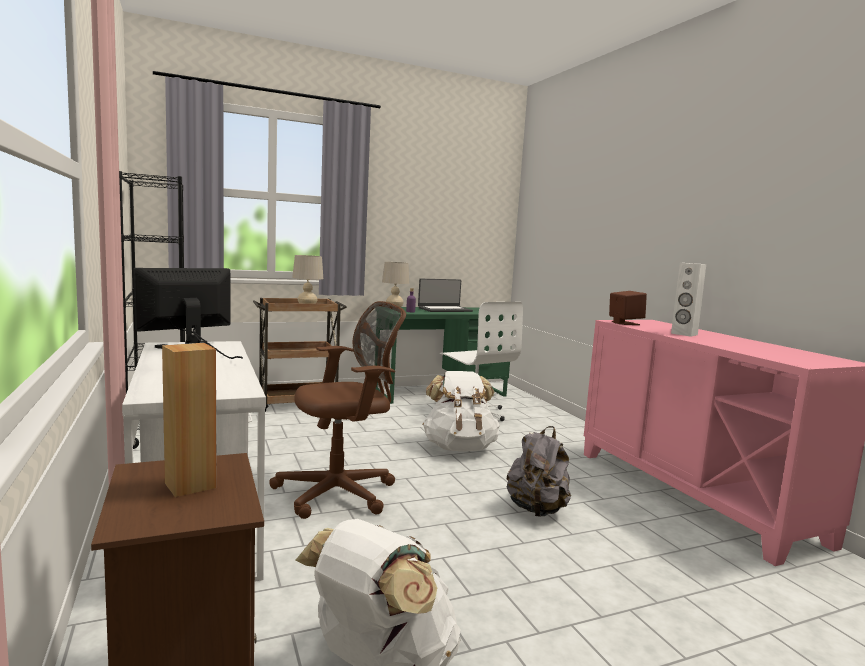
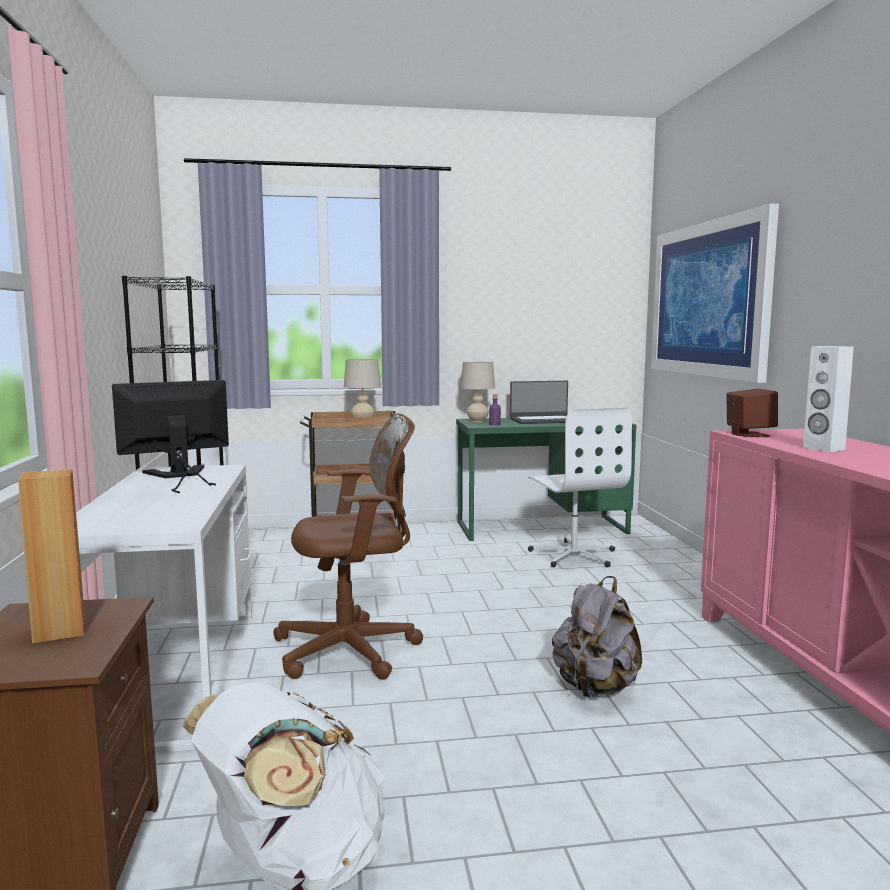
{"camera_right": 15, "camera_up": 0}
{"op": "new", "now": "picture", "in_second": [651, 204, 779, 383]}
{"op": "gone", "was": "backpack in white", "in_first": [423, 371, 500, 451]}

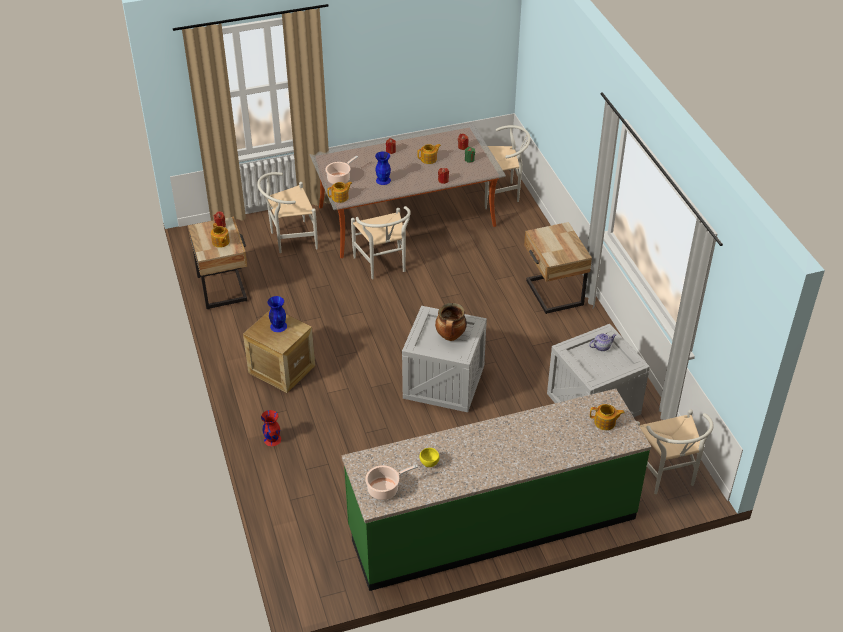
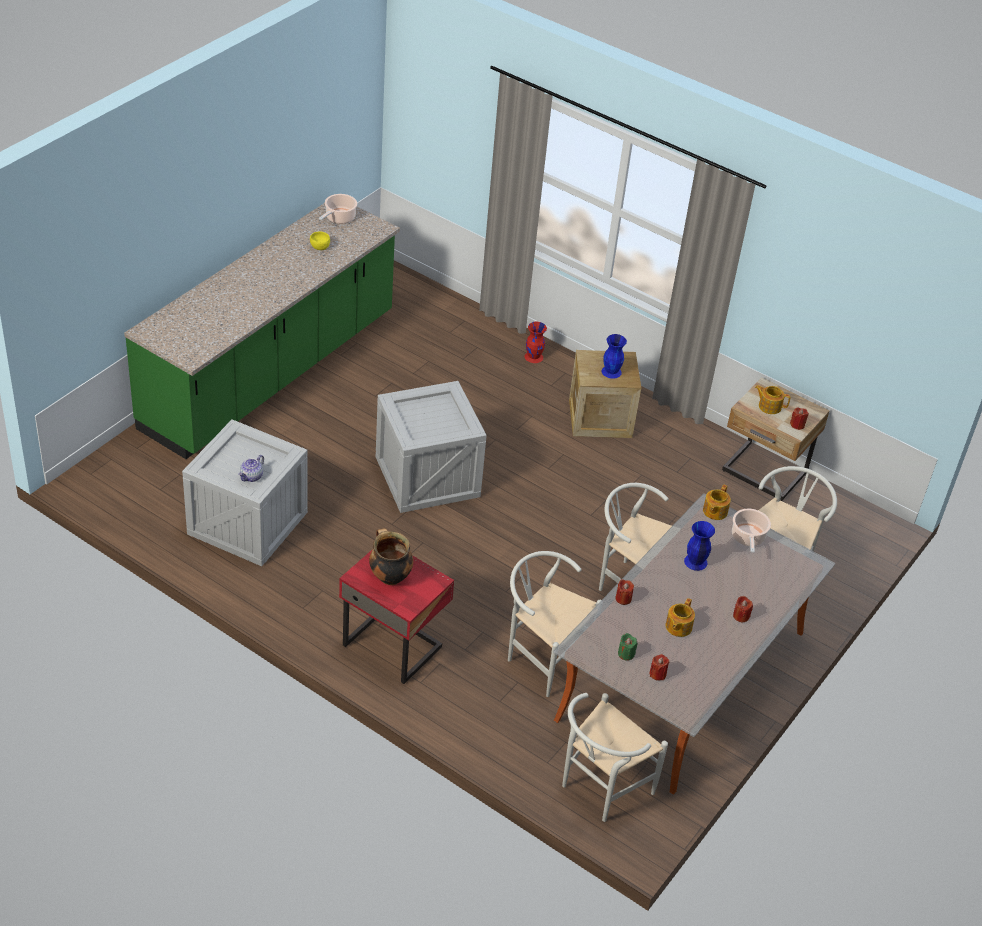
{"camera_right": 140, "camera_up": 0}
{"op": "repainted", "was": "nightstand in beige", "now": "nightstand in red", "in_first": [524, 222, 592, 314], "in_second": [339, 549, 454, 684]}
{"op": "shifted", "was": "cooking pot", "in_first": [435, 303, 467, 341], "in_second": [369, 528, 413, 585]}
{"op": "shifted", "was": "chair in white", "in_first": [636, 410, 714, 494], "in_second": [508, 551, 601, 697]}
{"op": "gone", "was": "teapot", "in_first": [590, 404, 625, 430]}

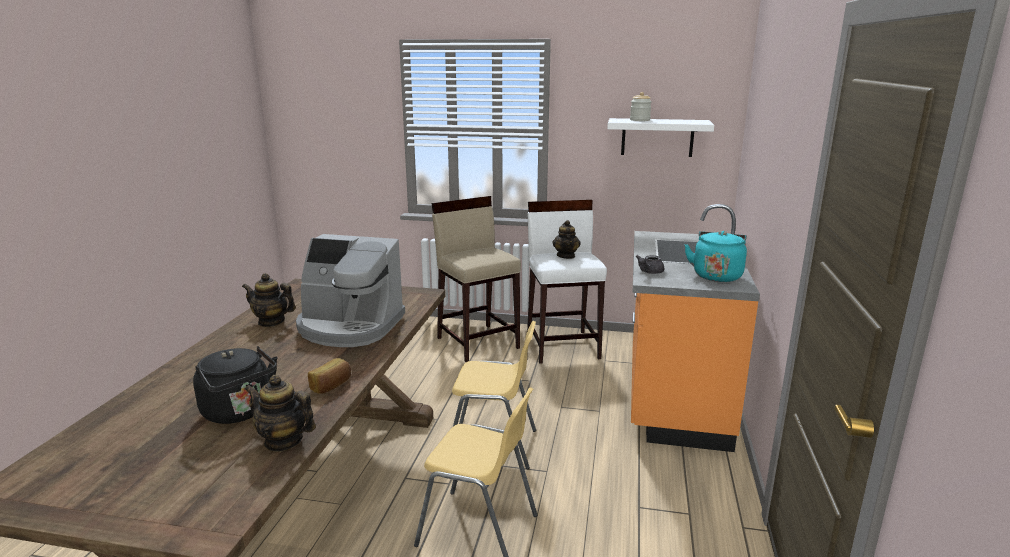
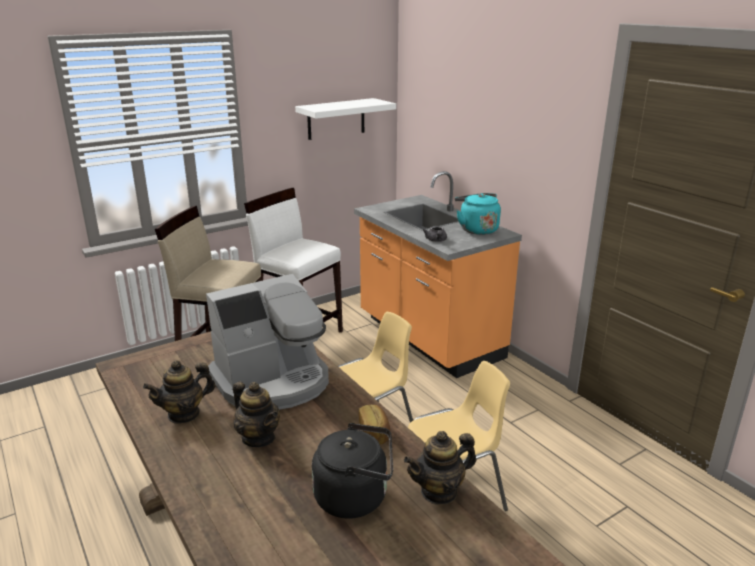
{"camera_right": -45, "camera_up": 5}
{"op": "shifted", "was": "teapot", "in_first": [552, 220, 581, 259], "in_second": [233, 381, 280, 447]}
{"op": "gone", "was": "jar", "in_first": [630, 92, 652, 121]}

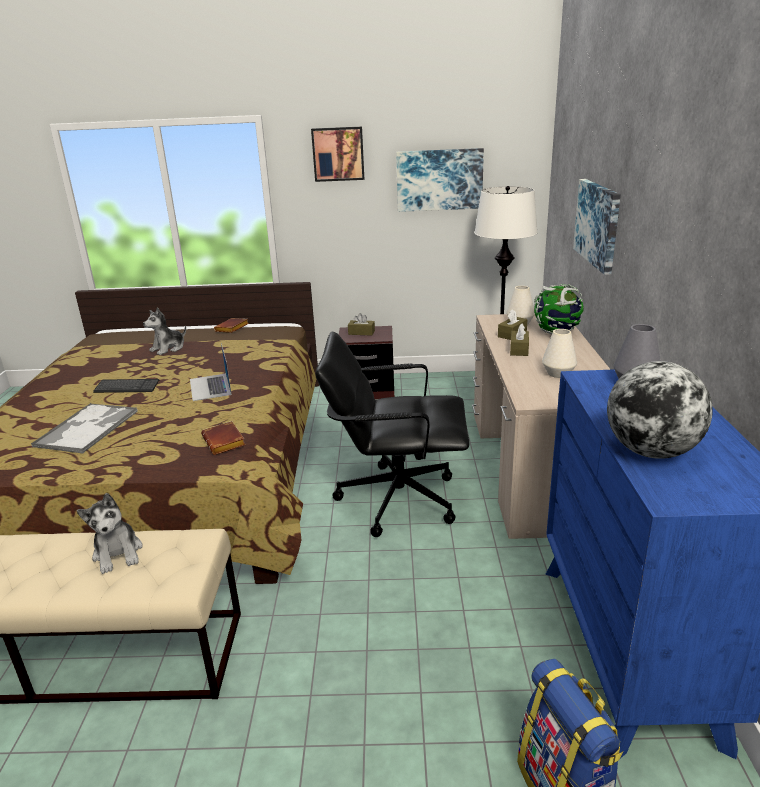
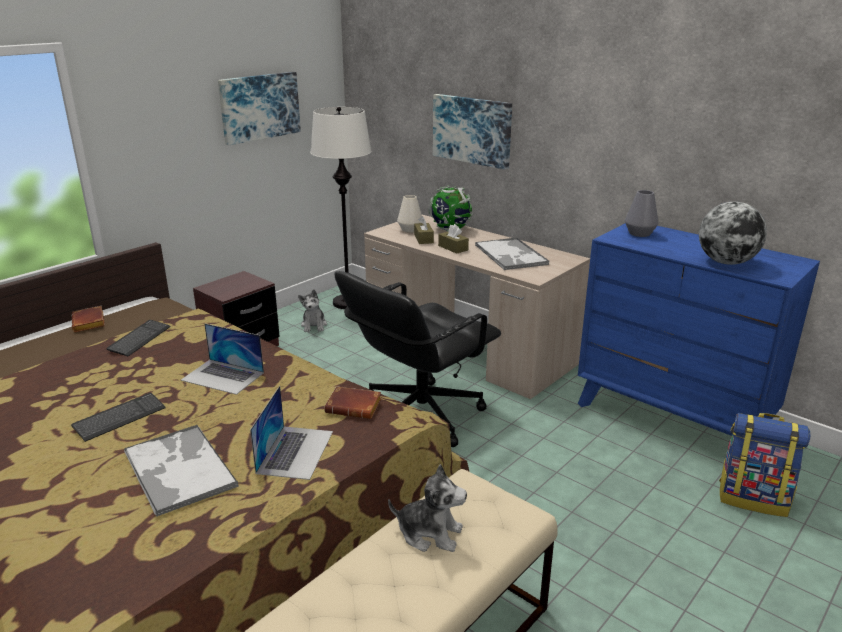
{"camera_right": -50, "camera_up": 0}
{"op": "new", "now": "keyboard", "in_second": [106, 320, 171, 356]}
{"op": "new", "now": "laptop", "in_second": [250, 386, 333, 480]}
{"op": "shifted", "was": "plush toy", "in_first": [143, 307, 186, 355], "in_second": [298, 289, 327, 332]}
{"op": "swapped", "was": "vase in white", "now": "tray", "in_first": [542, 329, 577, 378], "in_second": [475, 237, 549, 270]}
{"op": "gone", "was": "picture", "in_first": [311, 126, 364, 182]}
{"op": "gone", "was": "tissue box in brown", "in_first": [348, 313, 375, 336]}

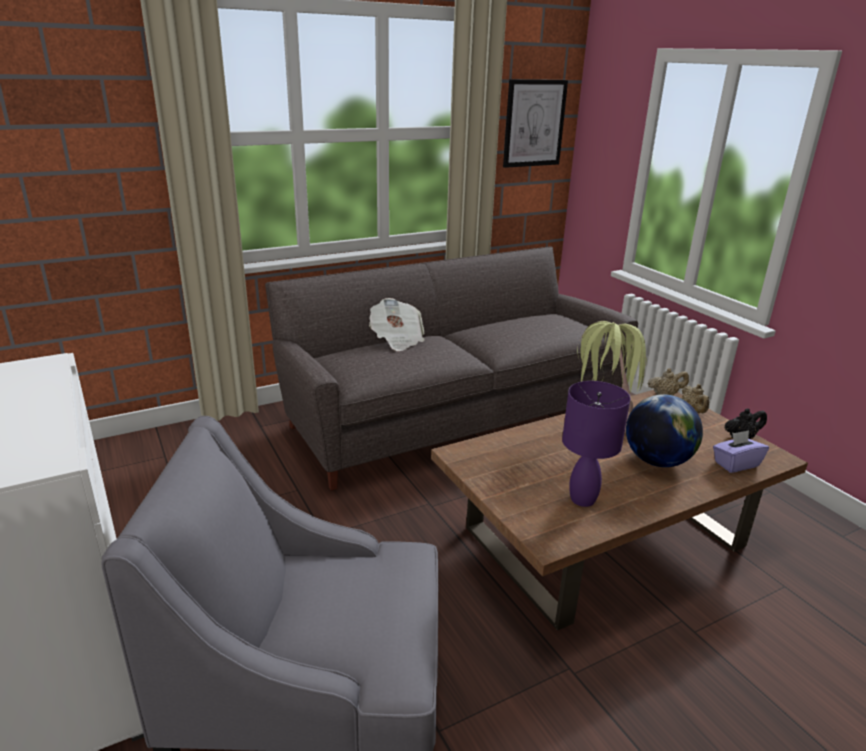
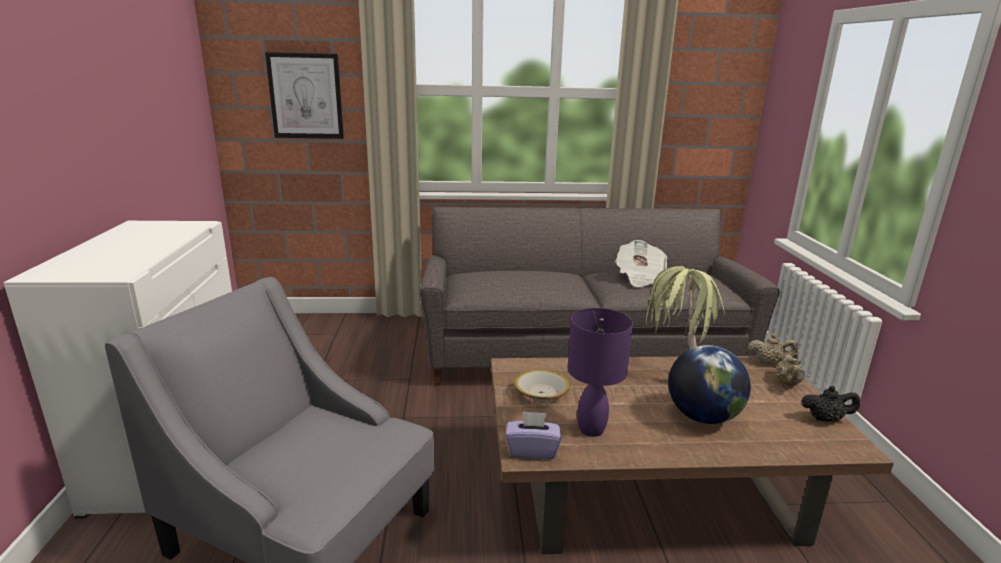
{"camera_right": 25, "camera_up": -5}
{"op": "shifted", "was": "picture", "in_first": [503, 79, 568, 168], "in_second": [265, 52, 344, 139]}
{"op": "shifted", "was": "tissue box in purple", "in_first": [713, 430, 769, 473], "in_second": [506, 411, 561, 460]}
{"op": "new", "now": "bowl", "in_second": [515, 369, 570, 401]}
{"op": "shifted", "was": "newspaper", "in_first": [369, 298, 425, 351], "in_second": [615, 240, 667, 287]}

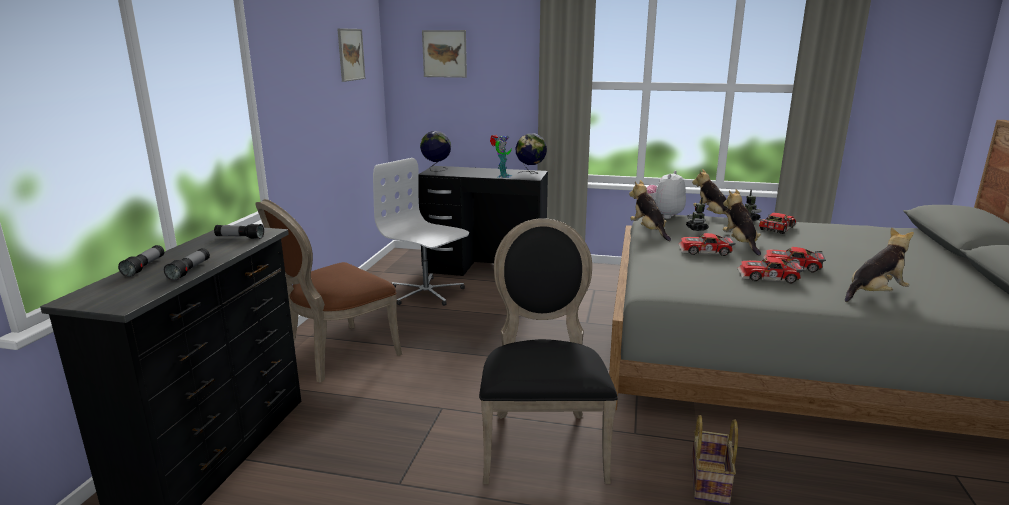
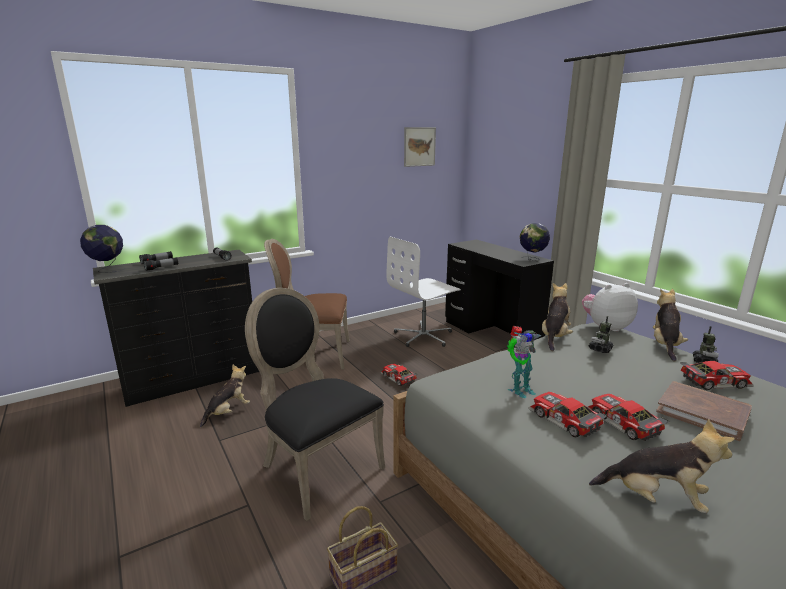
{"camera_right": 45, "camera_up": 0}
{"op": "shifted", "was": "globe", "in_first": [420, 131, 451, 171], "in_second": [80, 225, 125, 273]}
{"op": "shifted", "was": "plush toy", "in_first": [723, 189, 761, 256], "in_second": [200, 364, 250, 427]}
{"op": "rotated", "was": "chair in black", "in_first": [479, 218, 618, 484], "in_second": [245, 288, 385, 521], "clockwise": -90}
{"op": "shifted", "was": "toy car", "in_first": [678, 233, 736, 256], "in_second": [380, 364, 418, 386]}
{"op": "rotated", "was": "office chair in white", "in_first": [373, 158, 469, 306], "in_second": [387, 237, 461, 347], "clockwise": -120}
{"op": "shifted", "was": "toy robot", "in_first": [490, 135, 512, 178], "in_second": [507, 326, 541, 398]}
{"op": "new", "now": "book in brown", "in_second": [656, 381, 752, 441]}
{"op": "gone", "was": "picture", "in_first": [422, 30, 467, 78]}

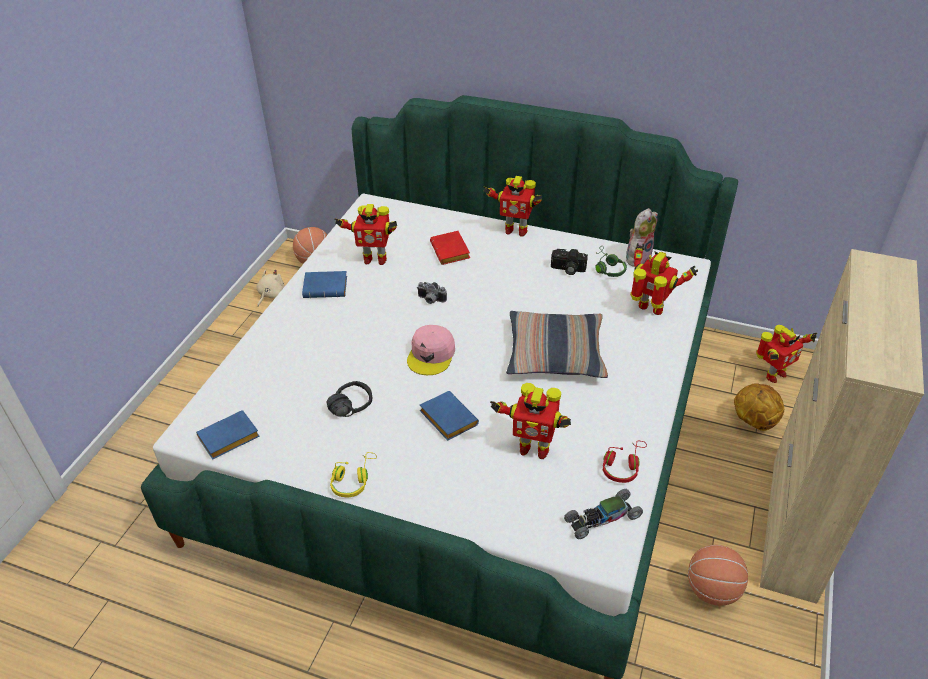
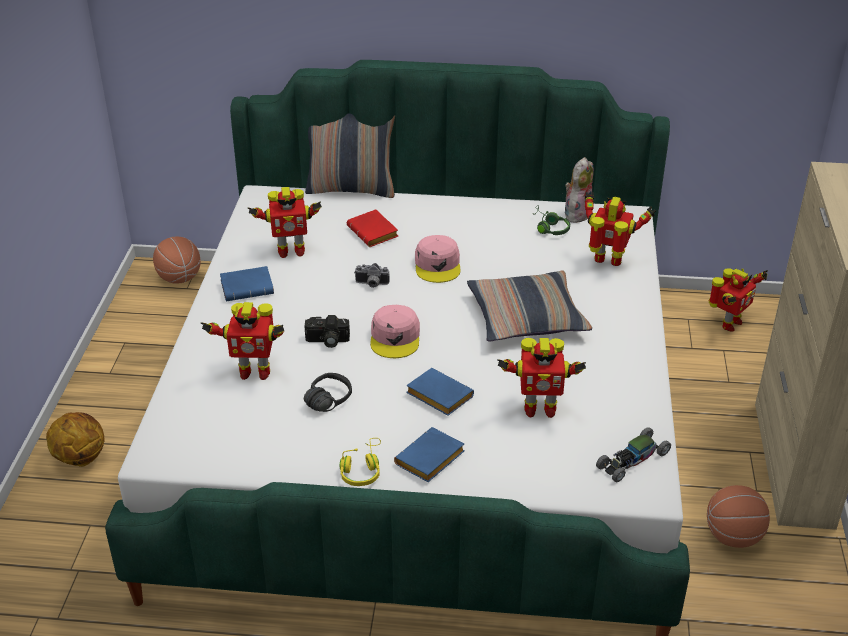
{"camera_right": -15, "camera_up": -5}
{"op": "shifted", "was": "basketball", "in_first": [734, 383, 784, 431], "in_second": [46, 412, 105, 467]}
{"op": "shifted", "was": "toy robot", "in_first": [483, 176, 542, 237], "in_second": [201, 302, 284, 380]}
{"op": "shifted", "was": "photo camera", "in_first": [551, 249, 588, 275], "in_second": [304, 315, 350, 348]}
{"op": "new", "now": "pillow", "in_second": [305, 114, 395, 198]}
{"op": "shifted", "was": "book in blue", "in_first": [196, 410, 260, 460], "in_second": [394, 427, 465, 482]}
{"op": "new", "now": "cap in pink", "in_second": [415, 235, 461, 283]}
{"op": "gone", "was": "plush toy in beige", "in_first": [257, 269, 285, 307]}
{"op": "gone", "was": "headphones in red", "in_first": [603, 440, 647, 483]}

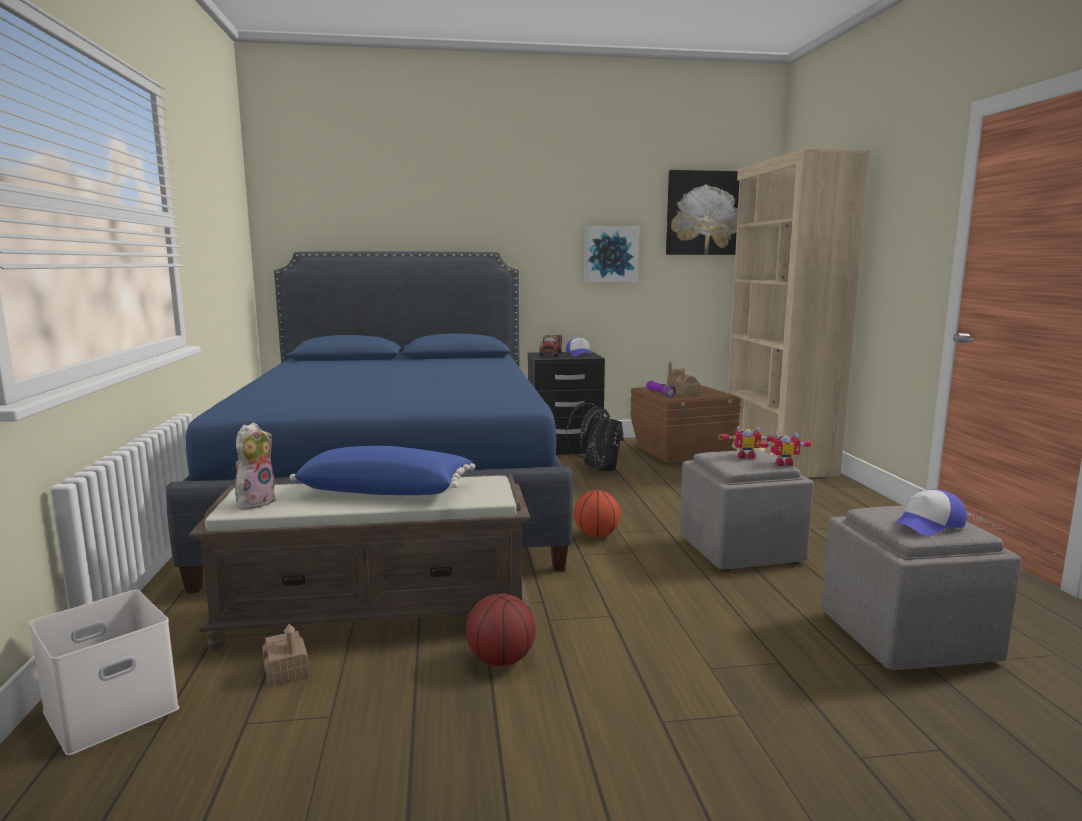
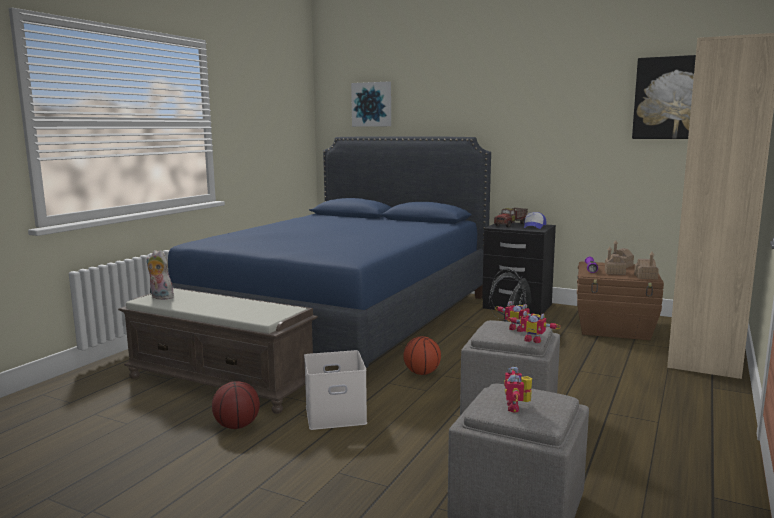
{"camera_right": 35, "camera_up": 0}
{"op": "rotated", "was": "plush toy", "in_first": [235, 422, 276, 510], "in_second": [146, 250, 177, 300], "clockwise": -120}
{"op": "shifted", "was": "storage box in white", "in_first": [29, 590, 179, 756], "in_second": [304, 350, 367, 430]}
{"op": "shifted", "was": "picture", "in_first": [584, 226, 639, 282], "in_second": [351, 82, 391, 127]}
{"op": "swapped", "was": "cap", "now": "toy robot", "in_first": [892, 489, 967, 536], "in_second": [504, 367, 532, 413]}
{"op": "shifted", "was": "toy house", "in_first": [262, 624, 310, 686], "in_second": [634, 252, 659, 279]}
{"op": "gone", "was": "pillow in blue", "in_first": [290, 446, 475, 495]}

